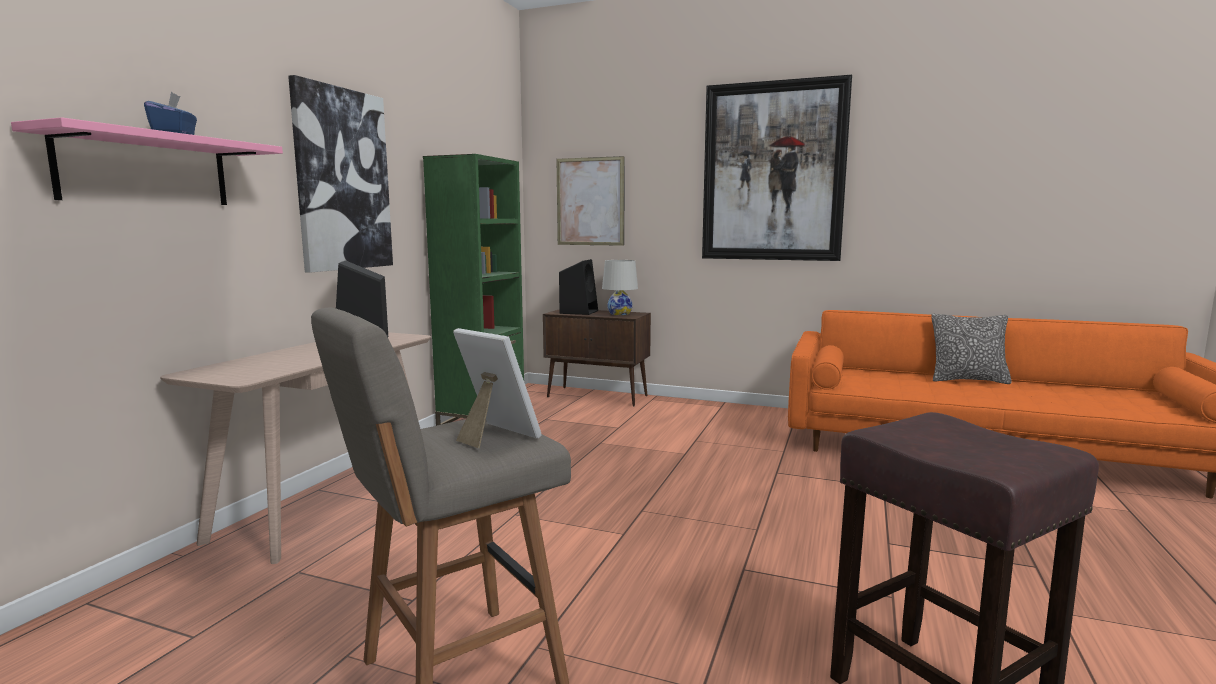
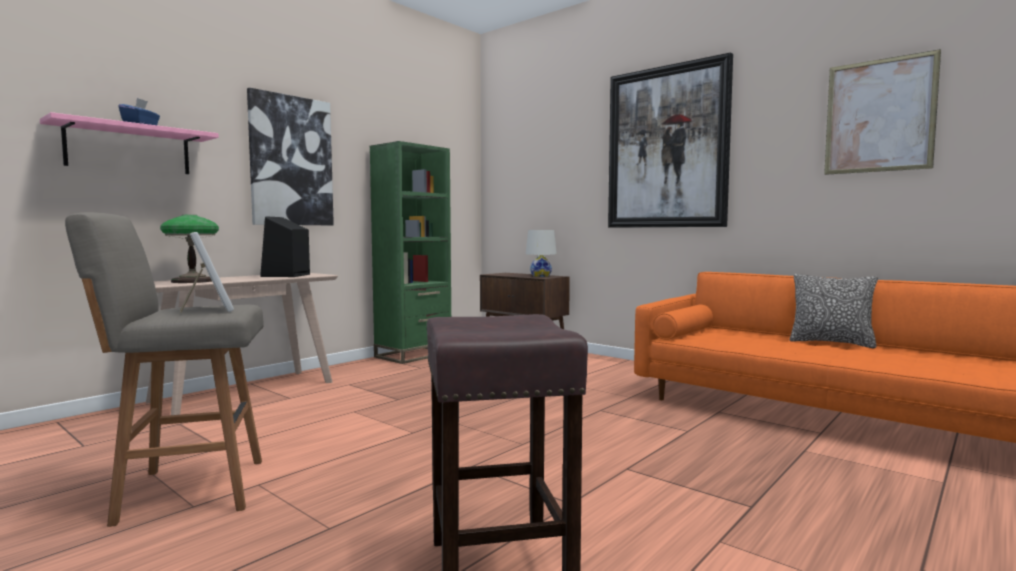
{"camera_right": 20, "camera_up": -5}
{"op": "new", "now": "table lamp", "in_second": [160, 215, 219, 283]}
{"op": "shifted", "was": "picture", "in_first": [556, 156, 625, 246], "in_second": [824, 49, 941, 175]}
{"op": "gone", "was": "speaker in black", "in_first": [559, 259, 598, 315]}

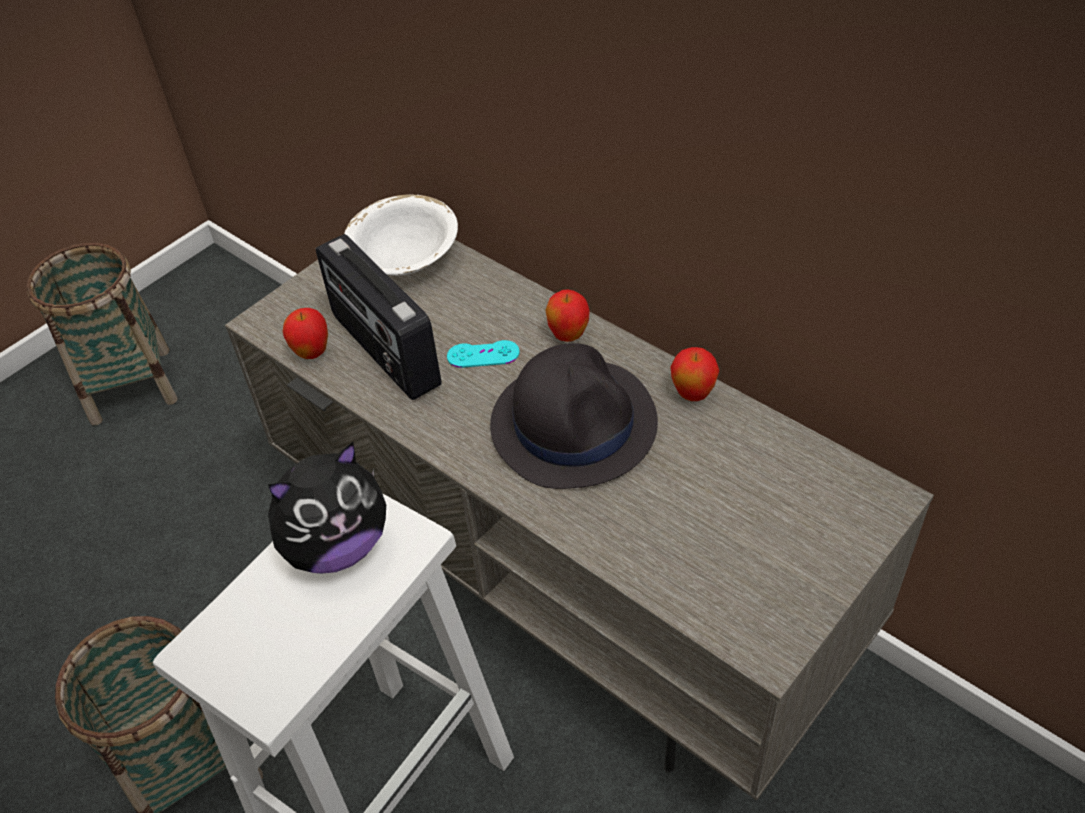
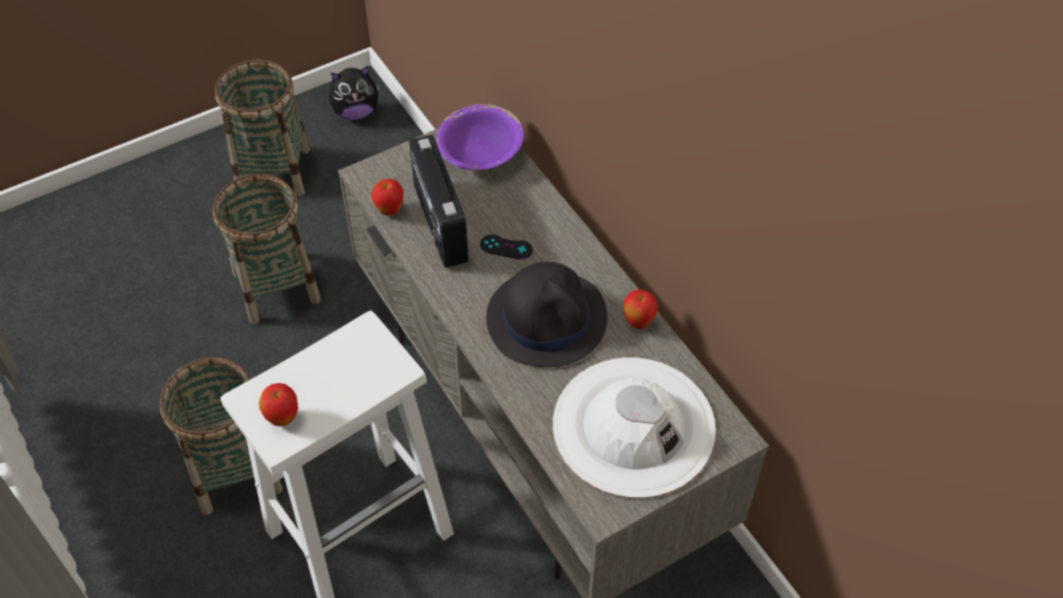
{"camera_right": 15, "camera_up": 5}
{"op": "new", "now": "basket", "in_second": [213, 174, 321, 324]}
{"op": "shifted", "was": "apple", "in_first": [545, 289, 590, 342], "in_second": [259, 383, 298, 426]}
{"op": "shifted", "was": "plush toy", "in_first": [268, 442, 386, 574], "in_second": [329, 66, 380, 120]}
{"op": "repainted", "was": "bowl in white", "now": "bowl in purple", "in_first": [344, 195, 458, 276], "in_second": [437, 104, 524, 170]}
{"op": "repainted", "was": "game controller in turquoise", "now": "game controller in black", "in_first": [447, 340, 520, 368], "in_second": [480, 234, 533, 260]}
{"op": "new", "now": "hat in white", "in_second": [553, 358, 716, 498]}

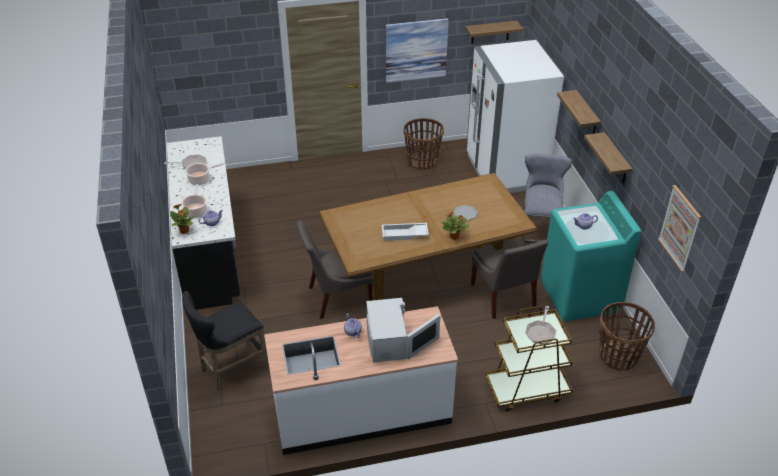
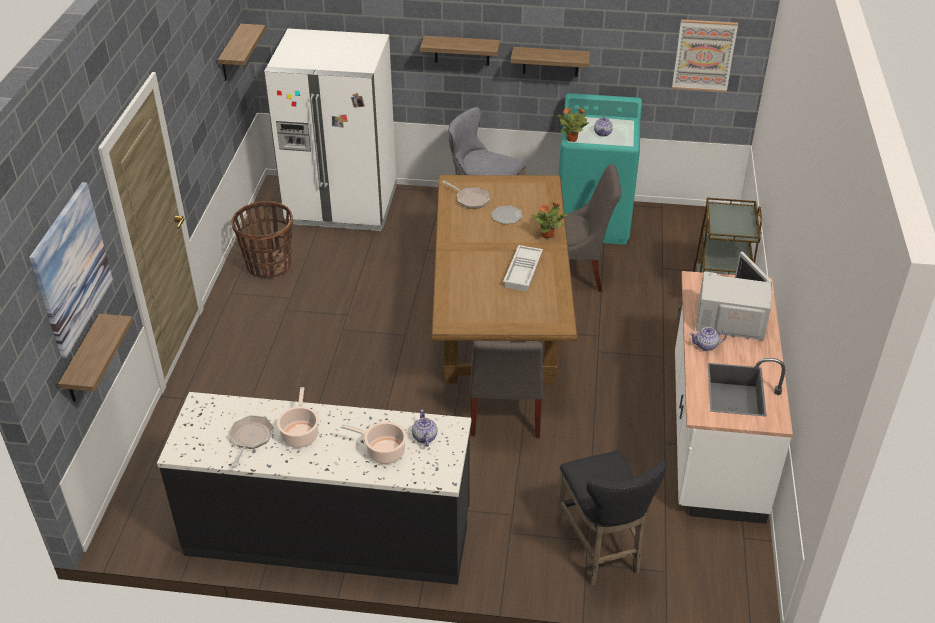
{"camera_right": -70, "camera_up": 0}
{"op": "shifted", "was": "picture", "in_first": [386, 18, 449, 83], "in_second": [29, 182, 113, 358]}
{"op": "new", "now": "shelf", "in_second": [58, 314, 133, 402]}
{"op": "shifted", "was": "frying pan", "in_first": [525, 306, 556, 344], "in_second": [442, 181, 490, 209]}
{"op": "shifted", "was": "potted plant", "in_first": [170, 204, 196, 234], "in_second": [557, 107, 589, 142]}
{"op": "gone", "was": "basket", "in_first": [599, 302, 655, 371]}

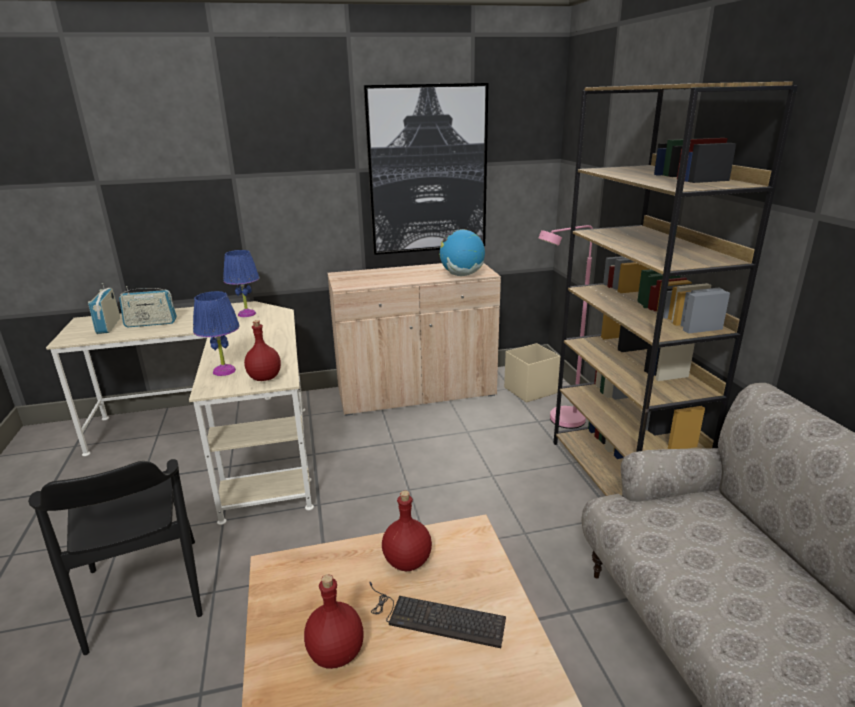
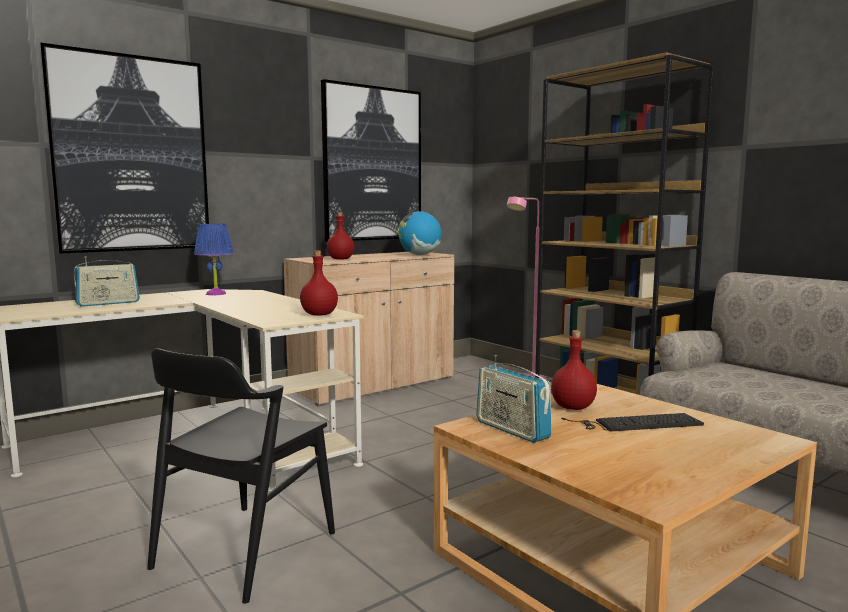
{"camera_right": -25, "camera_up": -15}
{"op": "new", "now": "picture", "in_second": [39, 42, 209, 254]}
{"op": "rotated", "was": "chair in black", "in_first": [28, 459, 203, 655], "in_second": [147, 348, 335, 604], "clockwise": 75}
{"op": "shifted", "was": "bottle in red", "in_first": [304, 574, 364, 669], "in_second": [327, 212, 354, 260]}
{"op": "shifted", "was": "radio", "in_first": [88, 283, 120, 334], "in_second": [476, 355, 552, 443]}
{"op": "gone", "was": "table lamp in blue", "in_first": [193, 291, 240, 376]}
{"op": "gone", "was": "storage box in beige", "in_first": [504, 343, 560, 403]}

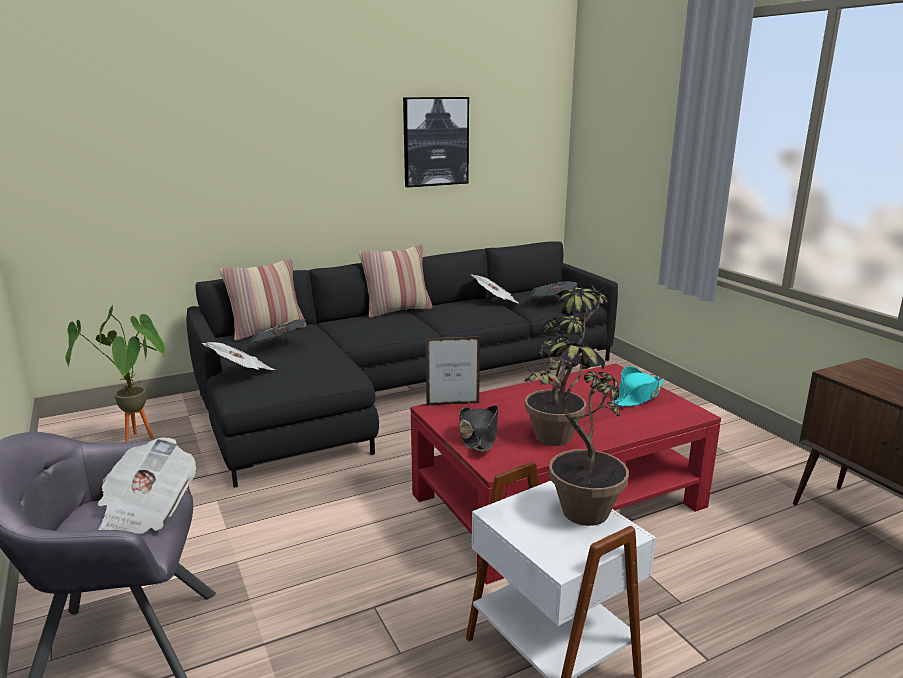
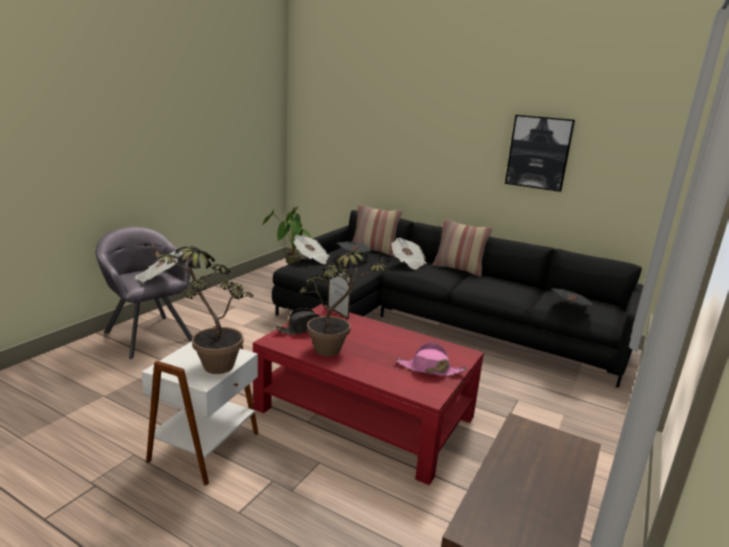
{"camera_right": 55, "camera_up": 0}
{"op": "shifted", "was": "newspaper", "in_first": [471, 274, 518, 303], "in_second": [391, 238, 427, 269]}
{"op": "repainted", "was": "hat in turquoise", "now": "hat in pink", "in_first": [612, 366, 664, 407], "in_second": [396, 342, 467, 376]}

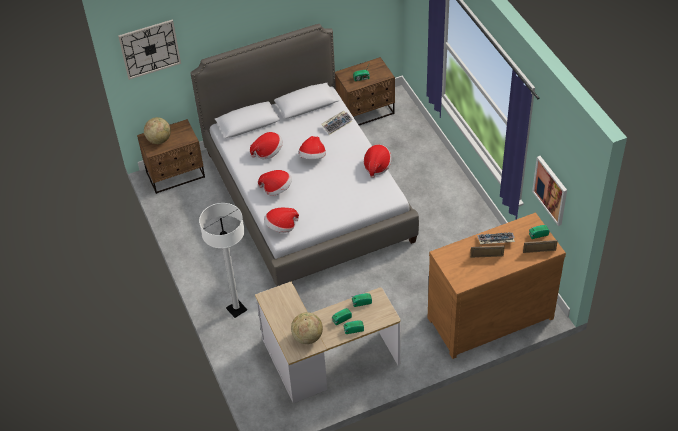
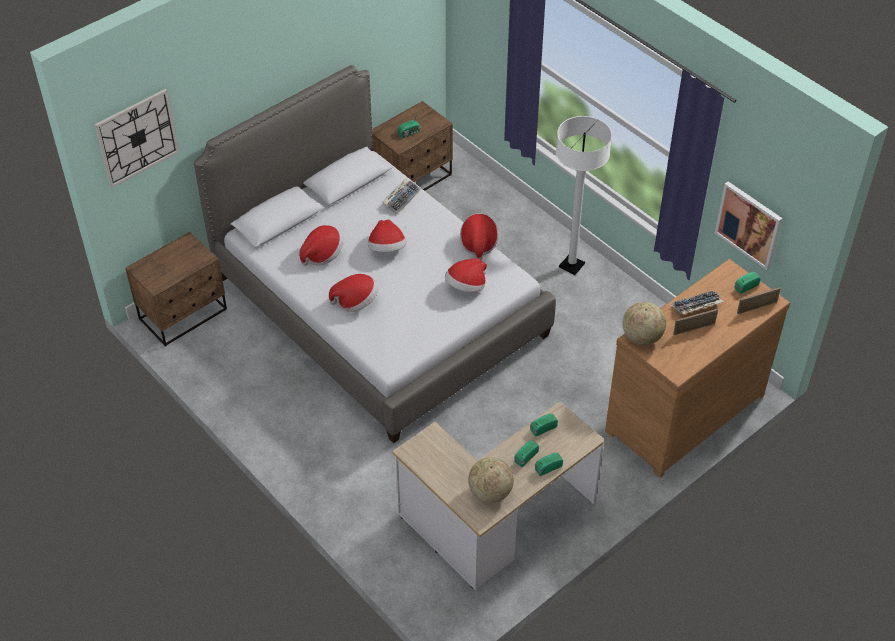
{"camera_right": -20, "camera_up": 0}
{"op": "shifted", "was": "hat", "in_first": [264, 208, 299, 233], "in_second": [445, 258, 487, 293]}
{"op": "shifted", "was": "floor lamp in white", "in_first": [199, 203, 247, 318], "in_second": [556, 116, 612, 275]}
{"op": "shifted", "was": "globe", "in_first": [144, 117, 171, 144], "in_second": [623, 302, 666, 345]}

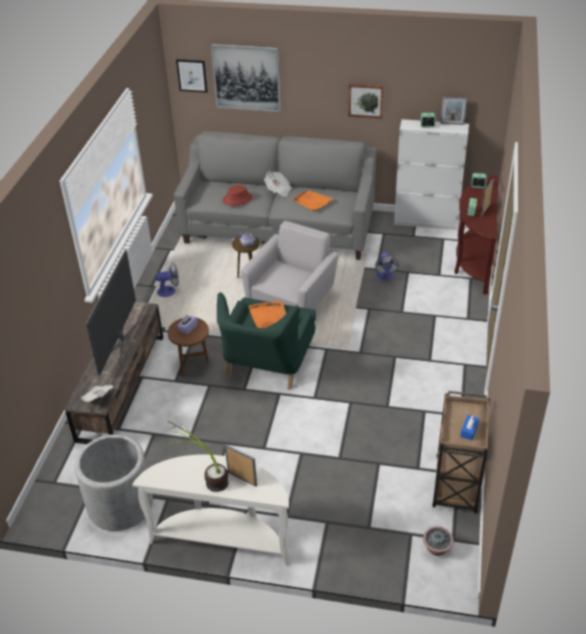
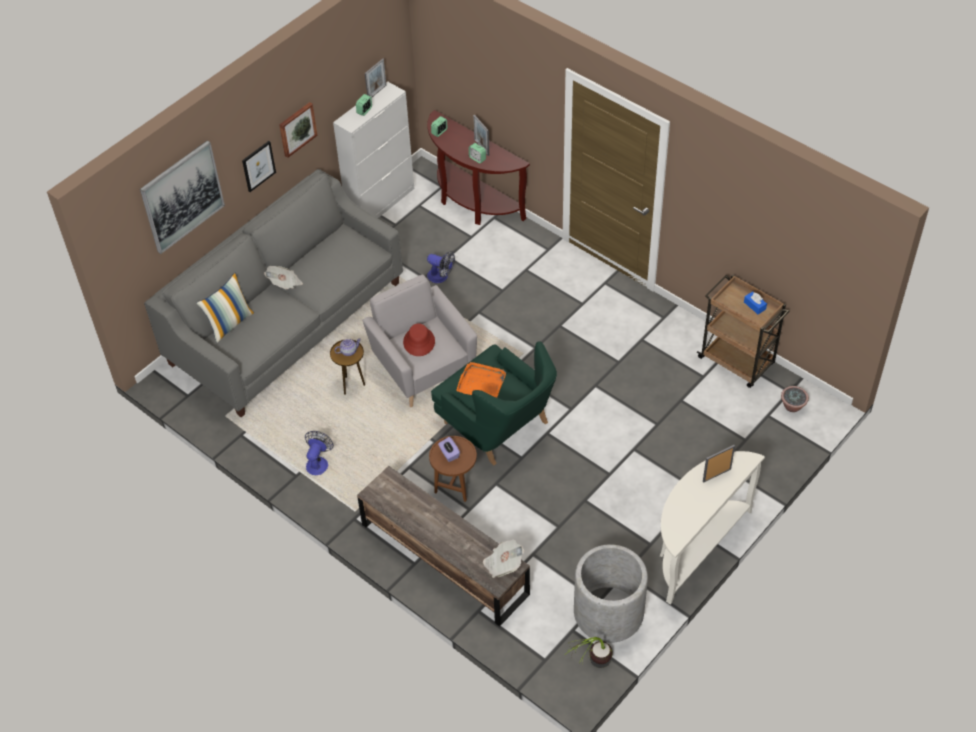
{"camera_right": -60, "camera_up": 10}
{"op": "new", "now": "pillow", "in_second": [197, 273, 254, 343]}
{"op": "shifted", "was": "picture", "in_first": [176, 59, 208, 93], "in_second": [242, 141, 276, 192]}
{"op": "shifted", "was": "hat in red", "in_first": [222, 185, 252, 206], "in_second": [403, 323, 435, 356]}
{"op": "shifted", "was": "potted plant", "in_first": [167, 421, 229, 492], "in_second": [563, 637, 612, 668]}
{"op": "gone", "was": "television", "in_first": [86, 249, 140, 375]}
{"op": "gone", "was": "tray in orange", "in_first": [293, 191, 334, 211]}

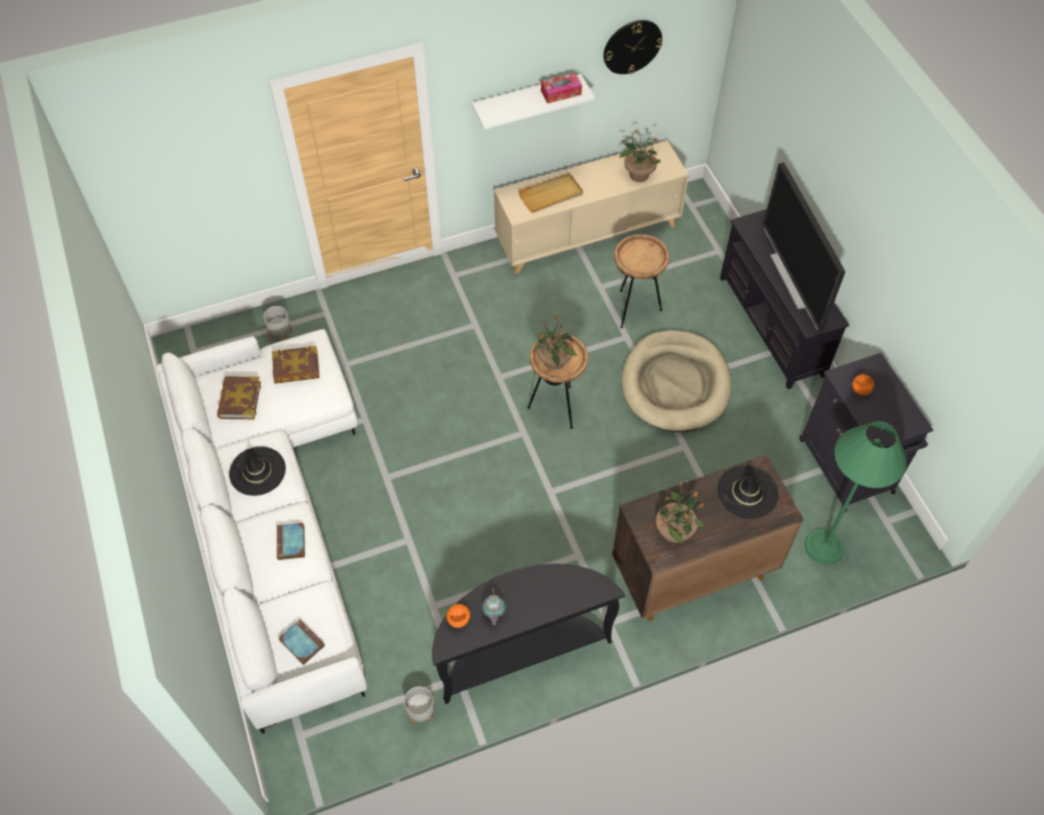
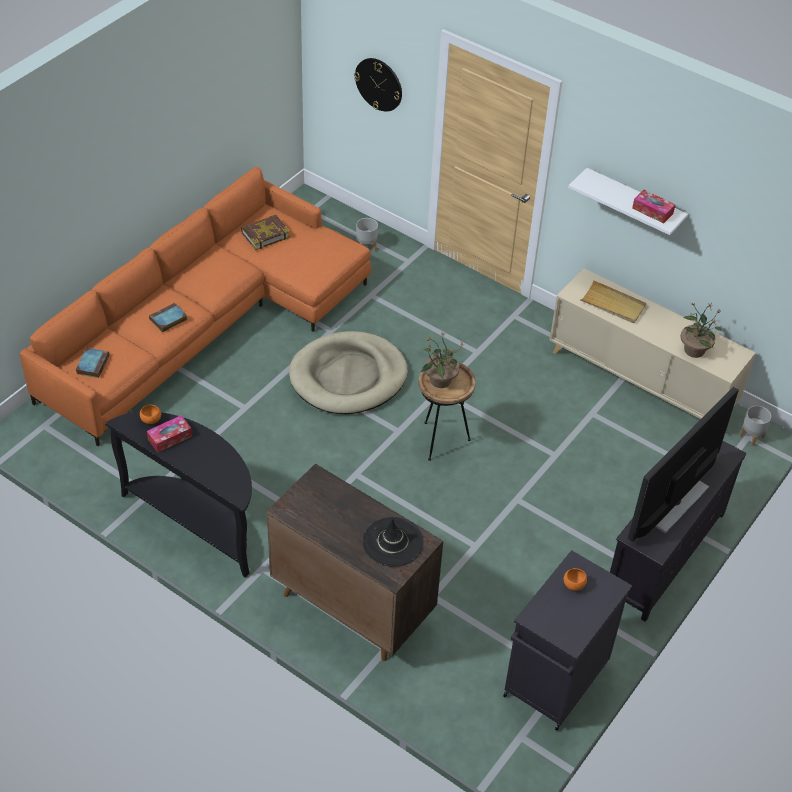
{"camera_right": 55, "camera_up": -10}
{"op": "repainted", "was": "sofa in white", "now": "sofa in orange", "in_first": [155, 329, 367, 734], "in_second": [20, 167, 371, 446]}
{"op": "swapped", "was": "teapot", "now": "tissue box", "in_first": [482, 588, 506, 625], "in_second": [147, 415, 192, 453]}
{"op": "shifted", "was": "dog bed in beige", "in_first": [622, 330, 731, 432], "in_second": [289, 331, 408, 414]}
{"op": "shifted", "was": "wall clock", "in_first": [603, 20, 663, 74], "in_second": [354, 58, 402, 111]}
{"op": "shifted", "was": "planter in grey", "in_first": [404, 687, 435, 725], "in_second": [740, 406, 771, 446]}
{"op": "gone", "was": "hat in black", "in_first": [229, 447, 286, 496]}
{"op": "gone", "was": "book", "in_first": [272, 346, 320, 384]}
{"op": "gone", "was": "side table in brown", "in_first": [614, 234, 669, 328]}
{"op": "gone", "was": "potted plant", "in_first": [656, 481, 705, 543]}
{"op": "gone", "was": "floor lamp in green", "in_first": [805, 421, 907, 565]}

